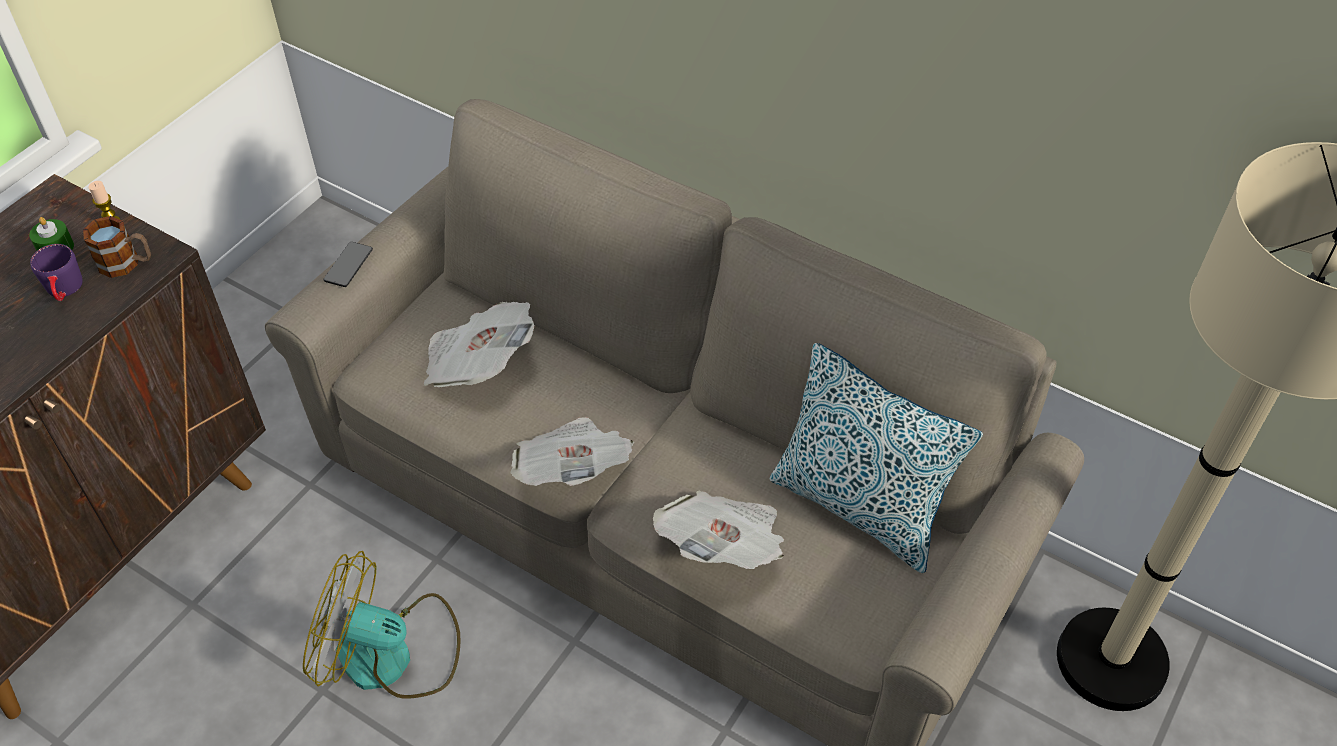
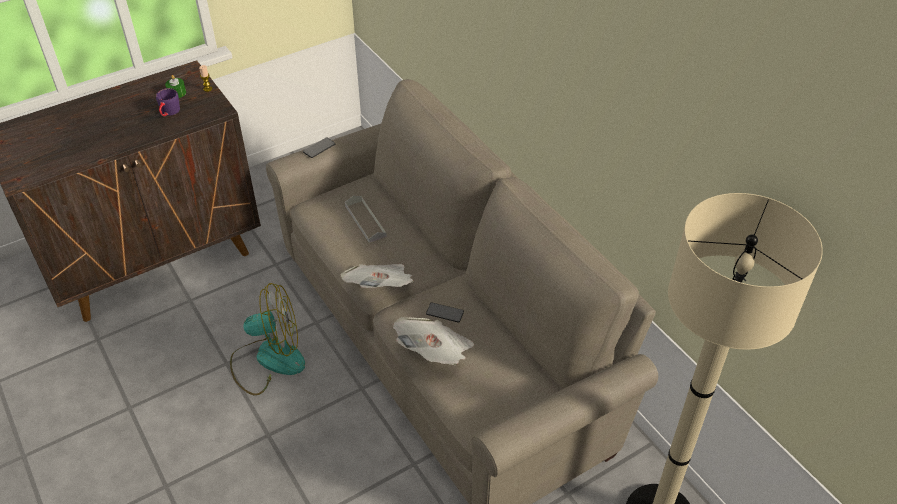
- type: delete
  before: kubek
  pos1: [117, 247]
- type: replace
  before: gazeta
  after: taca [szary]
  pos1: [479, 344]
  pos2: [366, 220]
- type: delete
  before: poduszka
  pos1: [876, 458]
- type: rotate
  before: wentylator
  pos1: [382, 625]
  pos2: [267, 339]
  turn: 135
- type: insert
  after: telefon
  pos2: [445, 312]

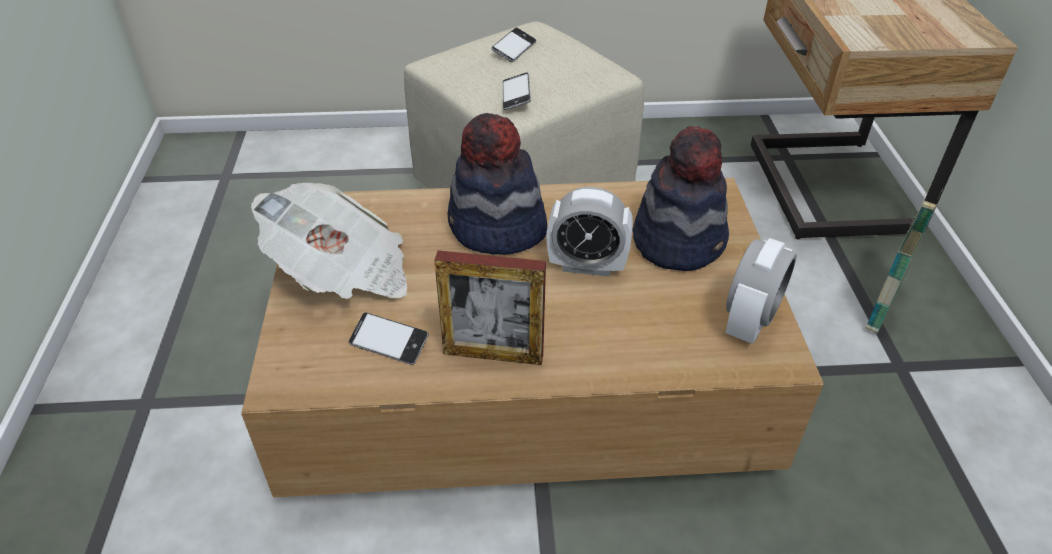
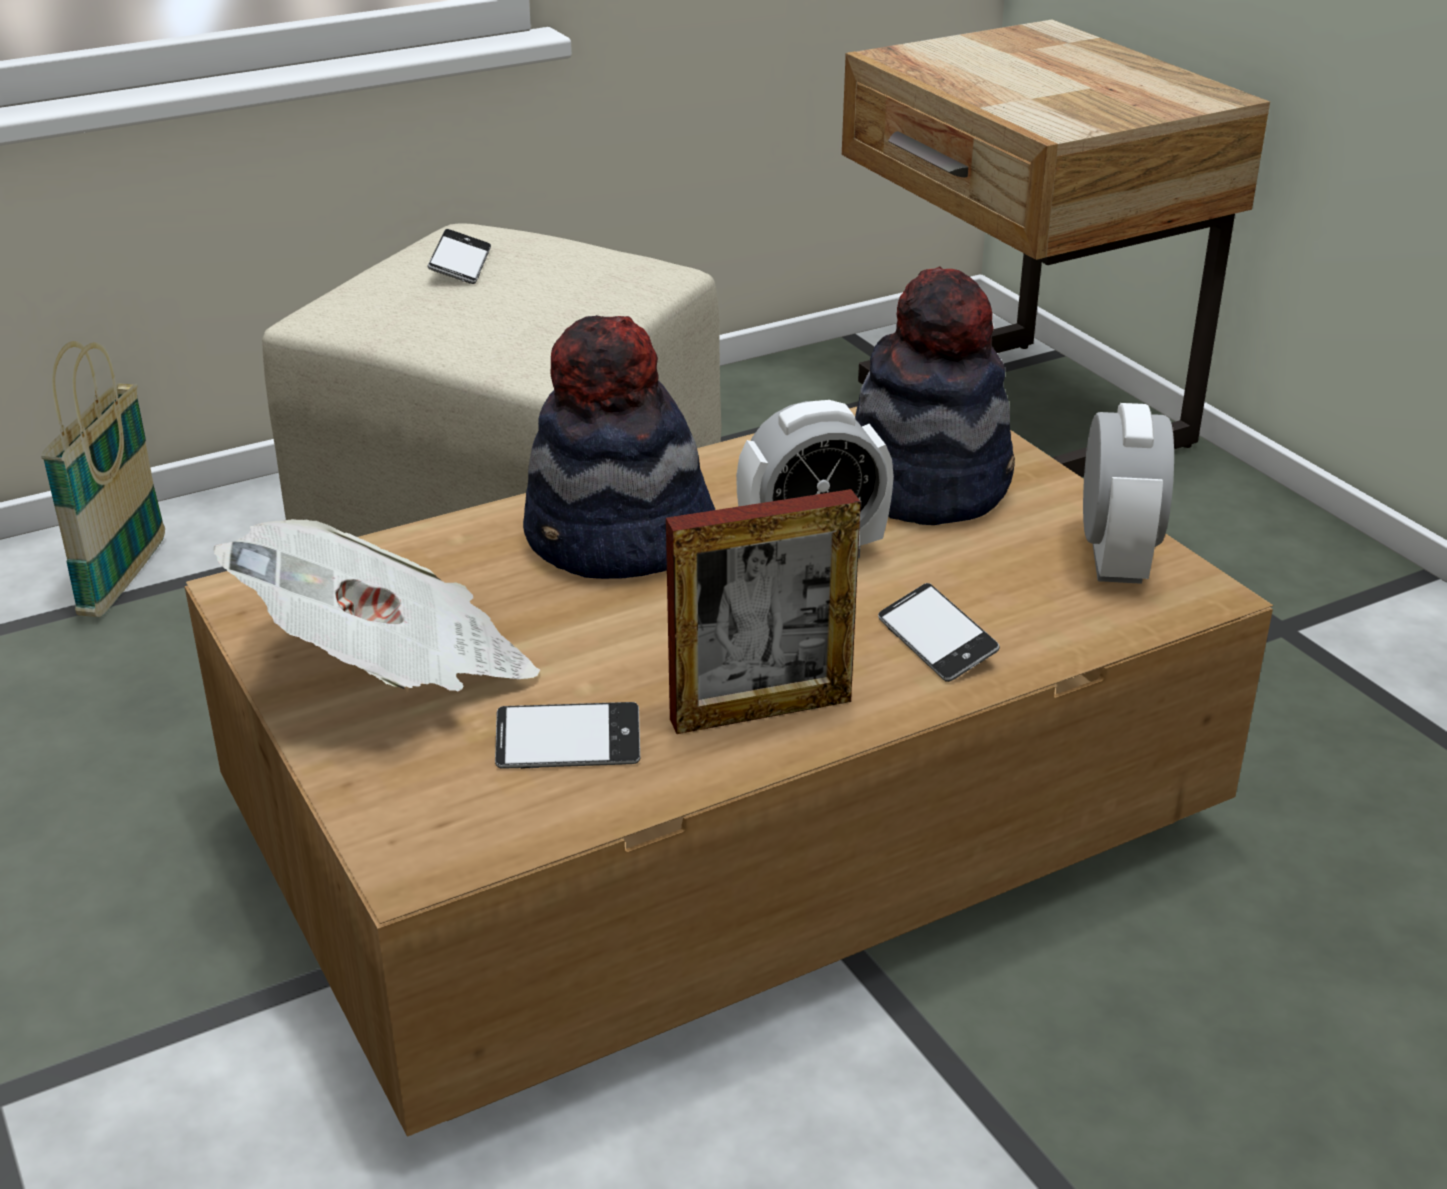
- type: move
  before: telefon
  pos1: [517, 91]
  pos2: [939, 632]
- type: move
  before: koszyk
  pos1: [904, 258]
  pos2: [103, 479]

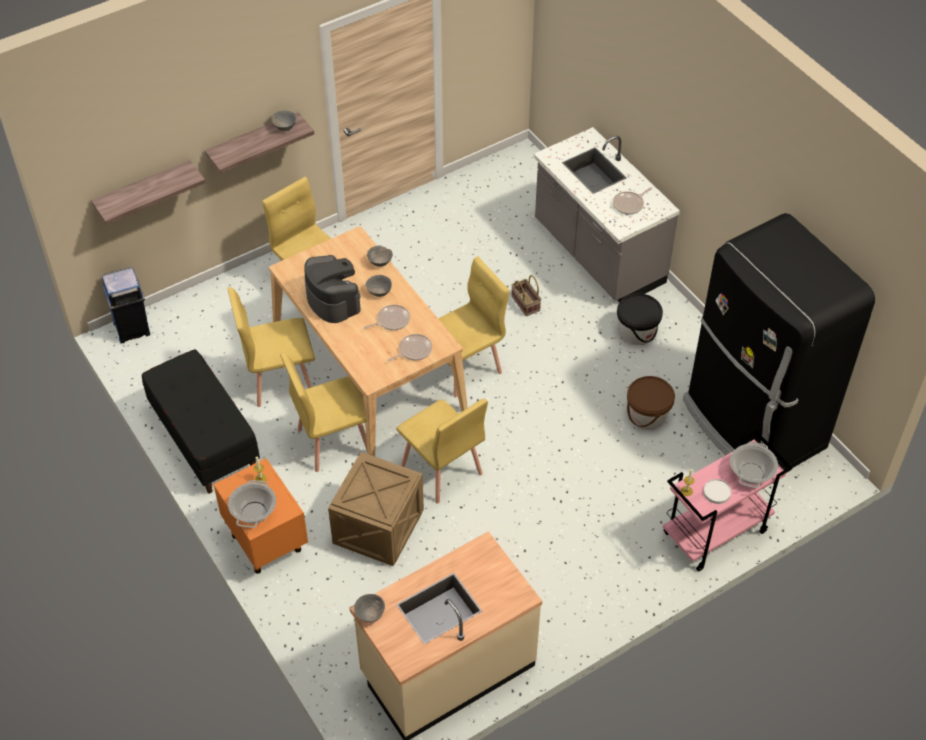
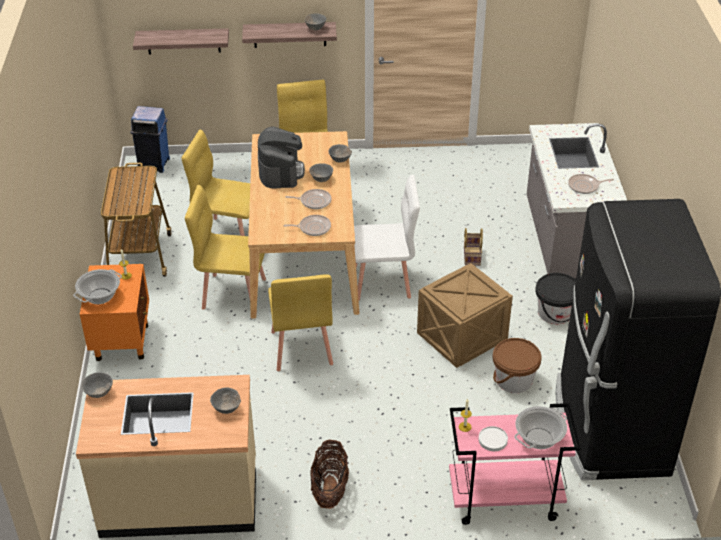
- type: recolor
  before: krzesło [żółty]
  after: krzesło [biały]
  pos1: [474, 326]
  pos2: [387, 237]
- type: replace
  before: ławka [czarny]
  after: wózek
  pos1: [201, 421]
  pos2: [136, 220]
- type: move
  before: skrzynka
  pos1: [376, 509]
  pos2: [465, 315]
- type: insert
  after: miska [szary]
  pos2: [225, 401]
- type: insert
  after: koszyk
  pos2: [329, 474]

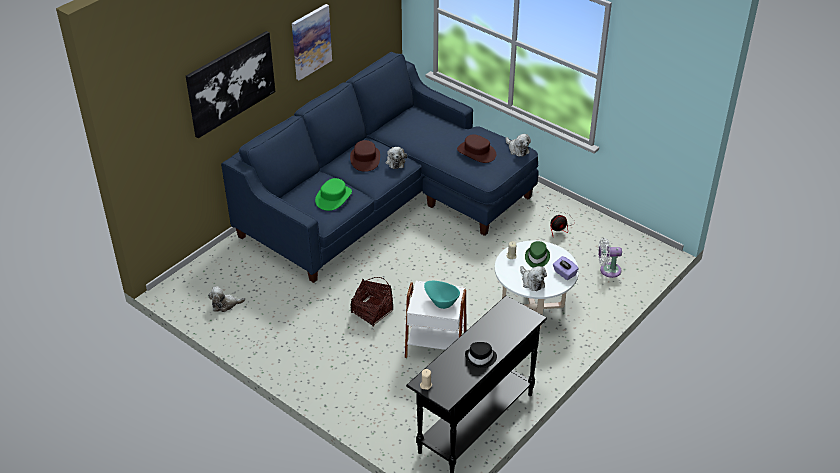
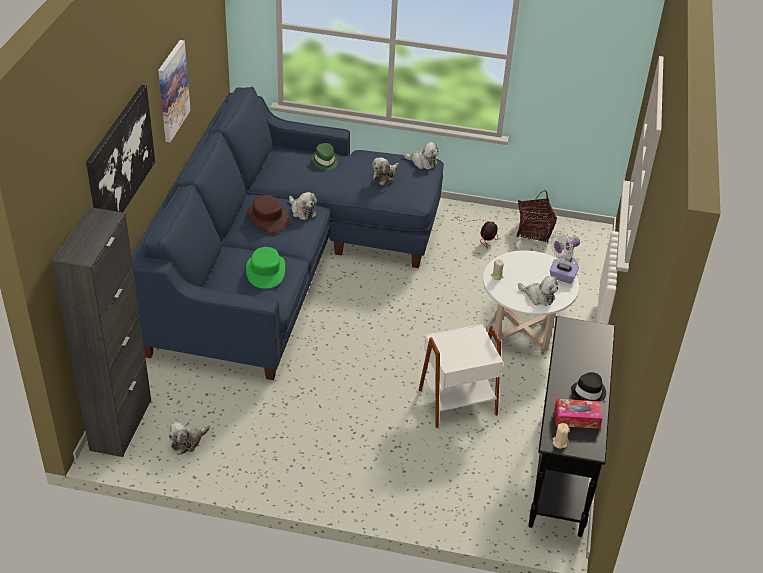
- type: replace
  before: kapelusz [brązowy]
  after: pluszak
  pos1: [476, 148]
  pos2: [385, 171]
- type: move
  before: kapelusz [zielony]
  pos1: [537, 254]
  pos2: [325, 156]
- type: move
  before: koszyk
  pos1: [371, 302]
  pos2: [537, 216]
- type: delete
  before: miska [turkusowy]
  pos1: [442, 295]
- type: insert
  after: szafka [czarny]
  pos2: [101, 332]
- type: insert
  after: pudełko chusteczek
  pos2: [578, 414]

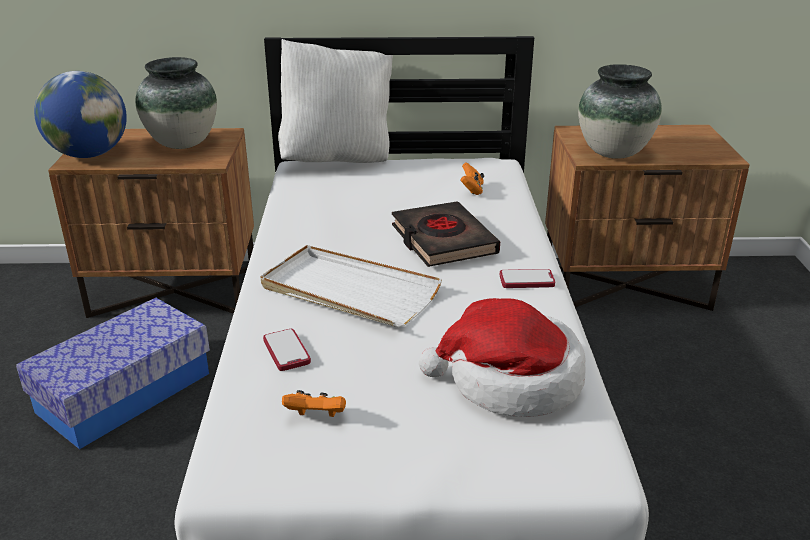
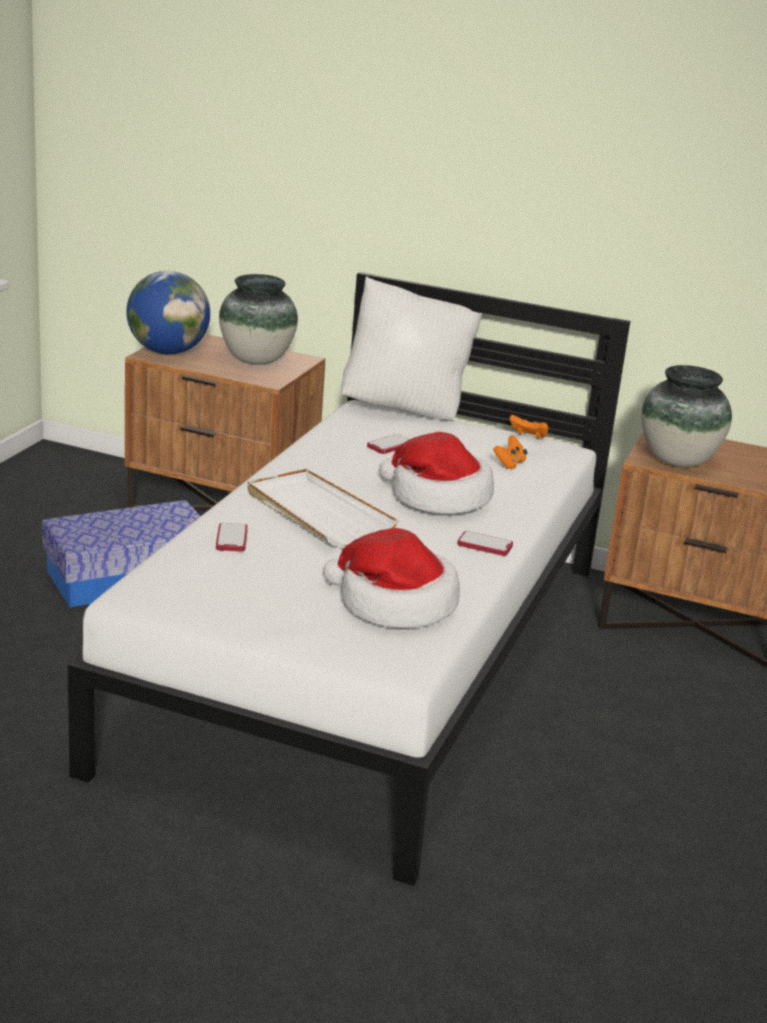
- type: replace
  before: książka [czarny]
  after: kapelusz
  pos1: [446, 234]
  pos2: [436, 473]
- type: move
  before: pad do gier [pomarańczowy]
  pos1: [314, 403]
  pos2: [528, 426]
- type: insert
  after: telefon
  pos2: [388, 444]

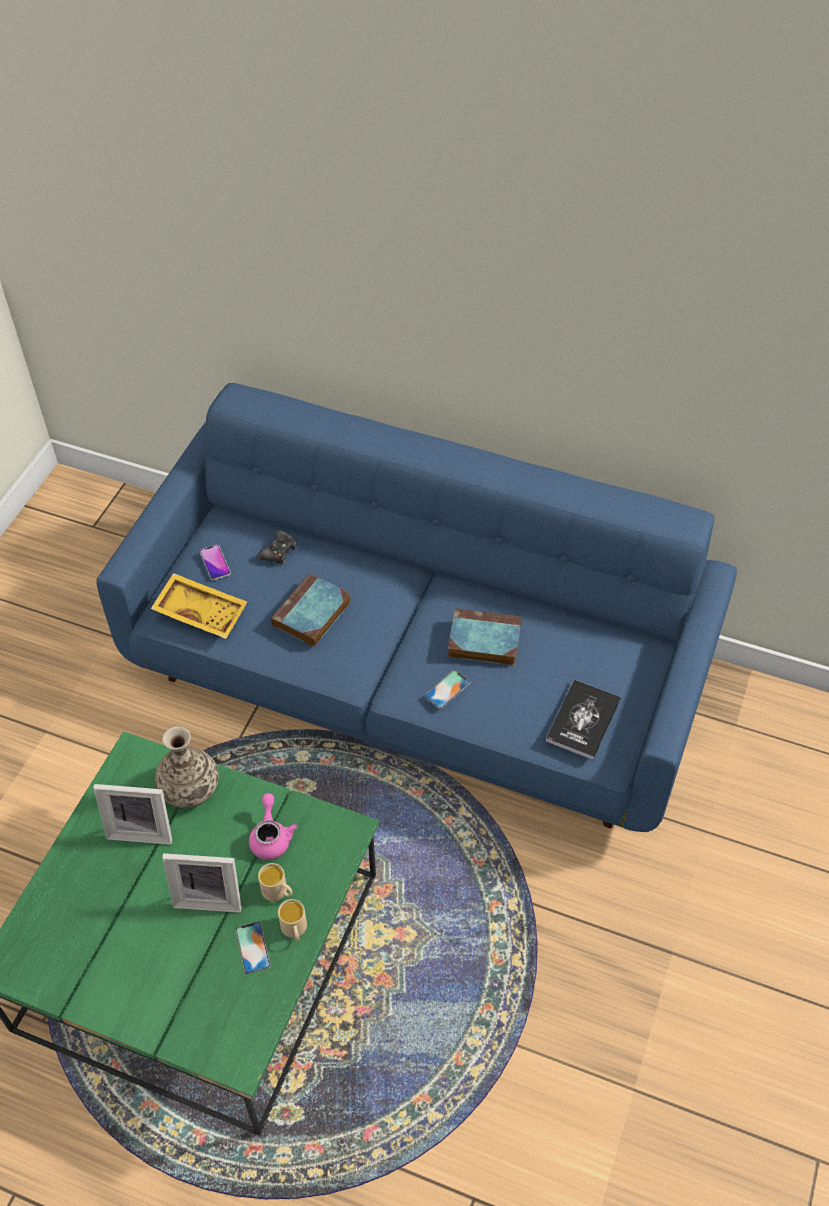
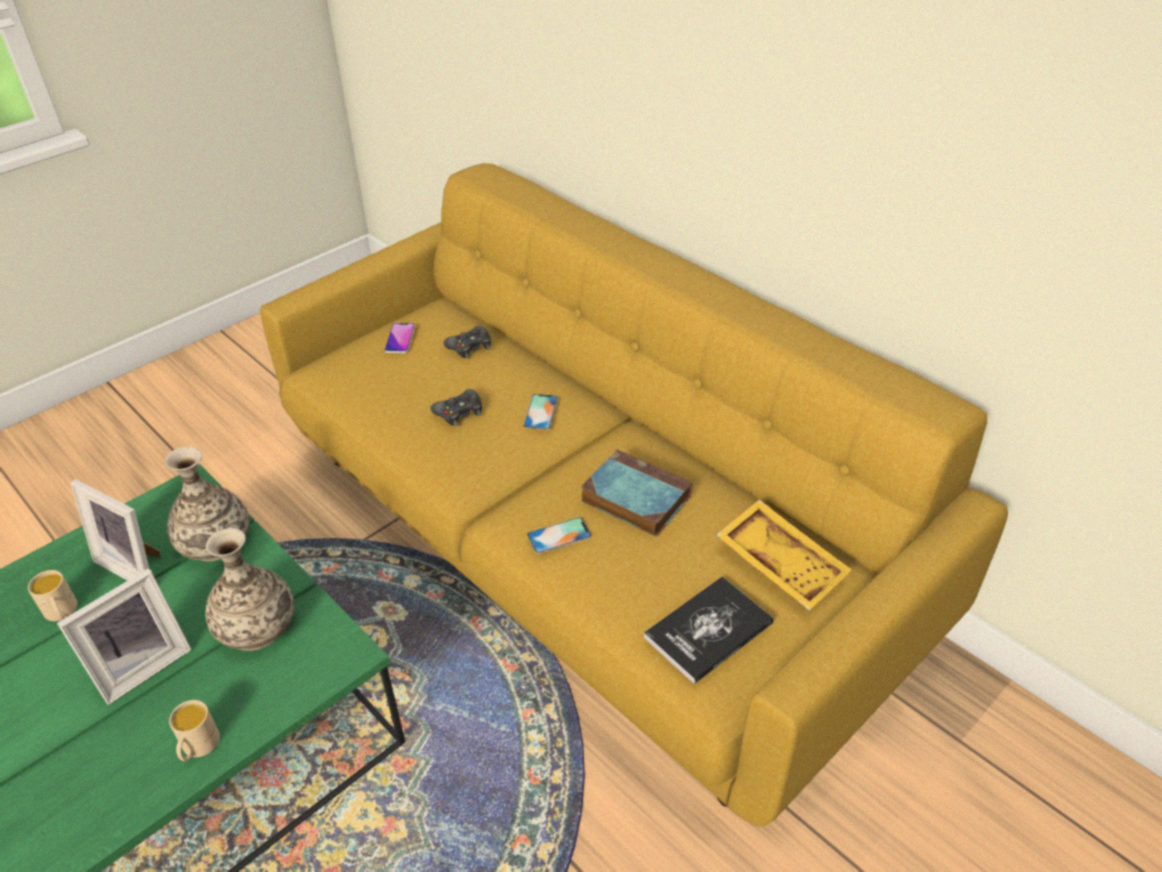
- type: recolor
  before: kanapa [niebieski]
  after: kanapa [żółty]
  pos1: [416, 607]
  pos2: [634, 495]
- type: move
  before: taca [żółty]
  pos1: [199, 606]
  pos2: [784, 555]
- type: replace
  before: książka
  after: pad do gier [czarny]
  pos1: [311, 610]
  pos2: [456, 407]
- type: replace
  before: imbryk [różowy]
  after: wazon
  pos1: [273, 826]
  pos2: [249, 589]
- type: rotate
  before: ramka na zdjęcie
  pos1: [202, 883]
  pos2: [124, 636]
  turn: -75
- type: move
  before: kubek [beżowy]
  pos1: [275, 882]
  pos2: [53, 595]
- type: move
  before: telefon
  pos1: [253, 947]
  pos2: [540, 412]

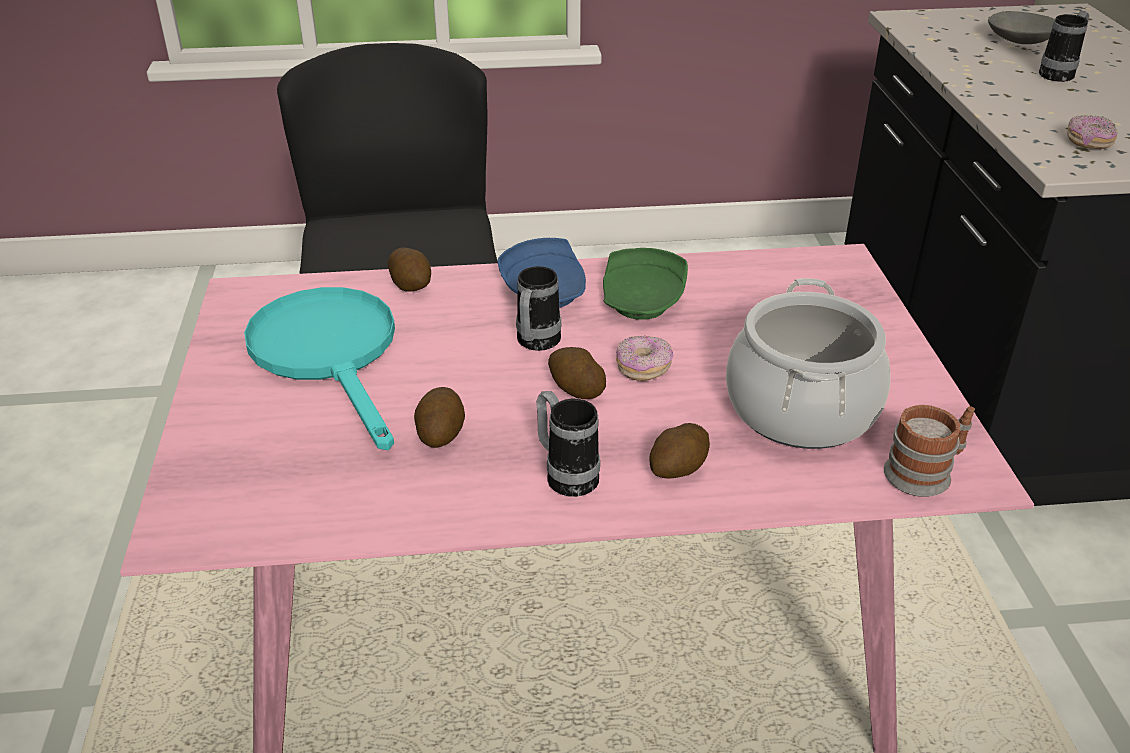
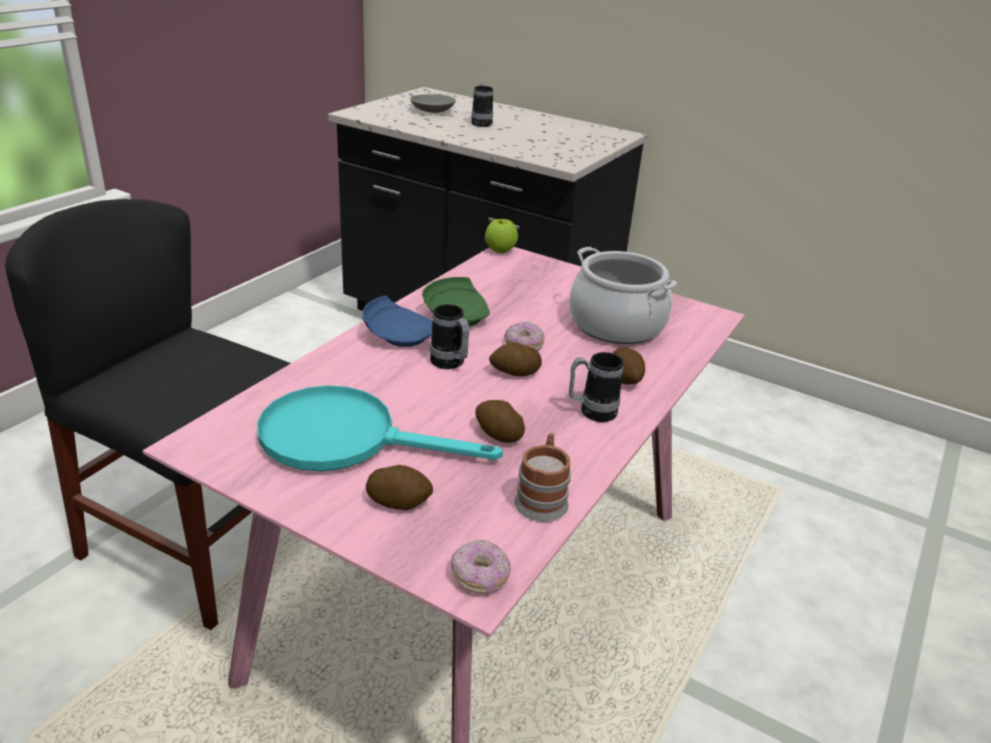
- type: move
  before: donut
  pos1: [1092, 132]
  pos2: [481, 567]
- type: move
  before: ziemniak
  pos1: [409, 269]
  pos2: [399, 487]
- type: move
  before: kubek
  pos1: [929, 451]
  pos2: [542, 477]
- type: insert
  after: jabłko
  pos2: [501, 236]

